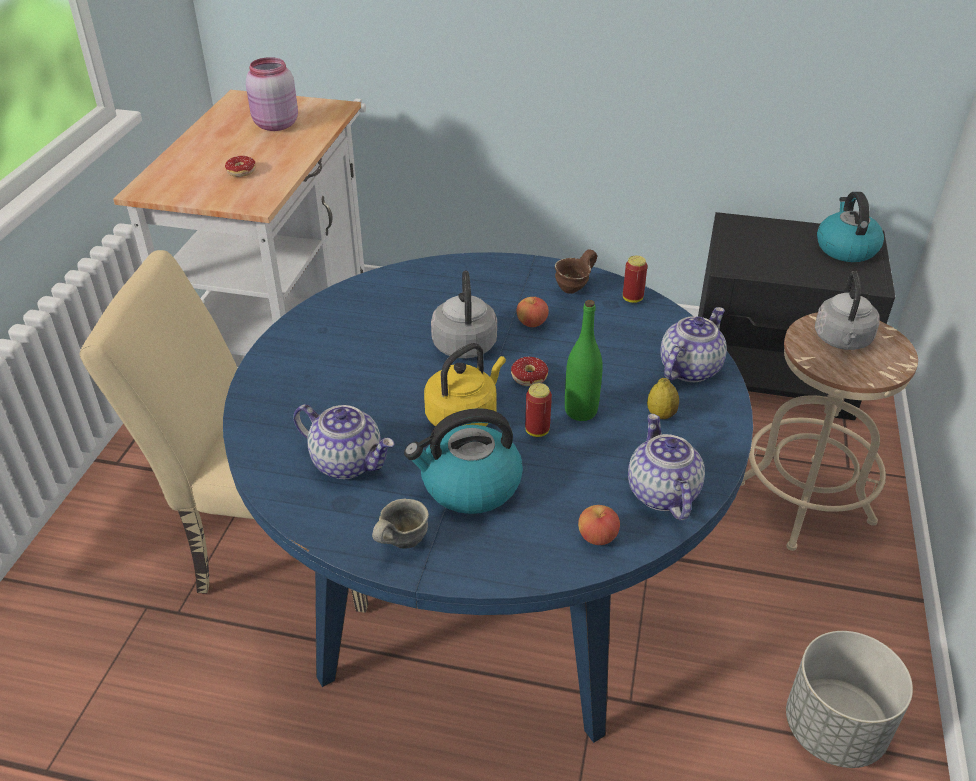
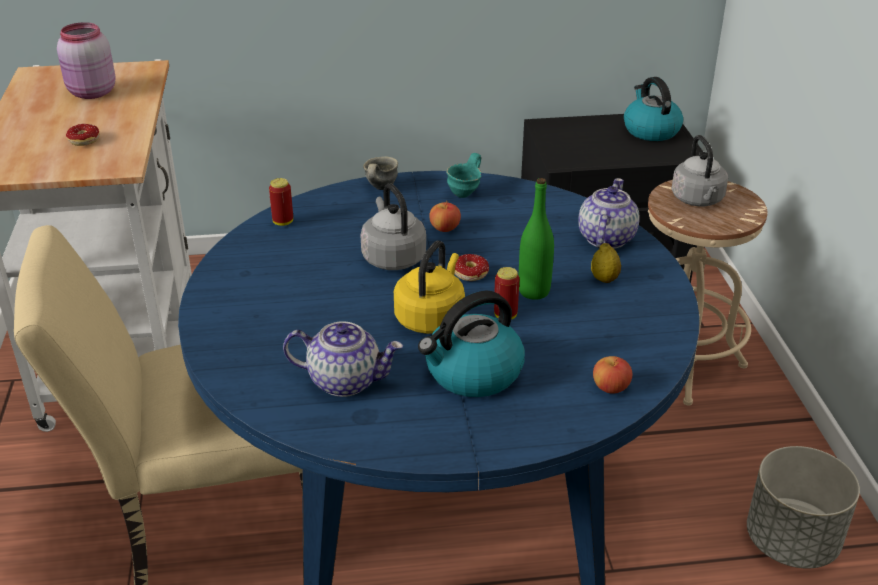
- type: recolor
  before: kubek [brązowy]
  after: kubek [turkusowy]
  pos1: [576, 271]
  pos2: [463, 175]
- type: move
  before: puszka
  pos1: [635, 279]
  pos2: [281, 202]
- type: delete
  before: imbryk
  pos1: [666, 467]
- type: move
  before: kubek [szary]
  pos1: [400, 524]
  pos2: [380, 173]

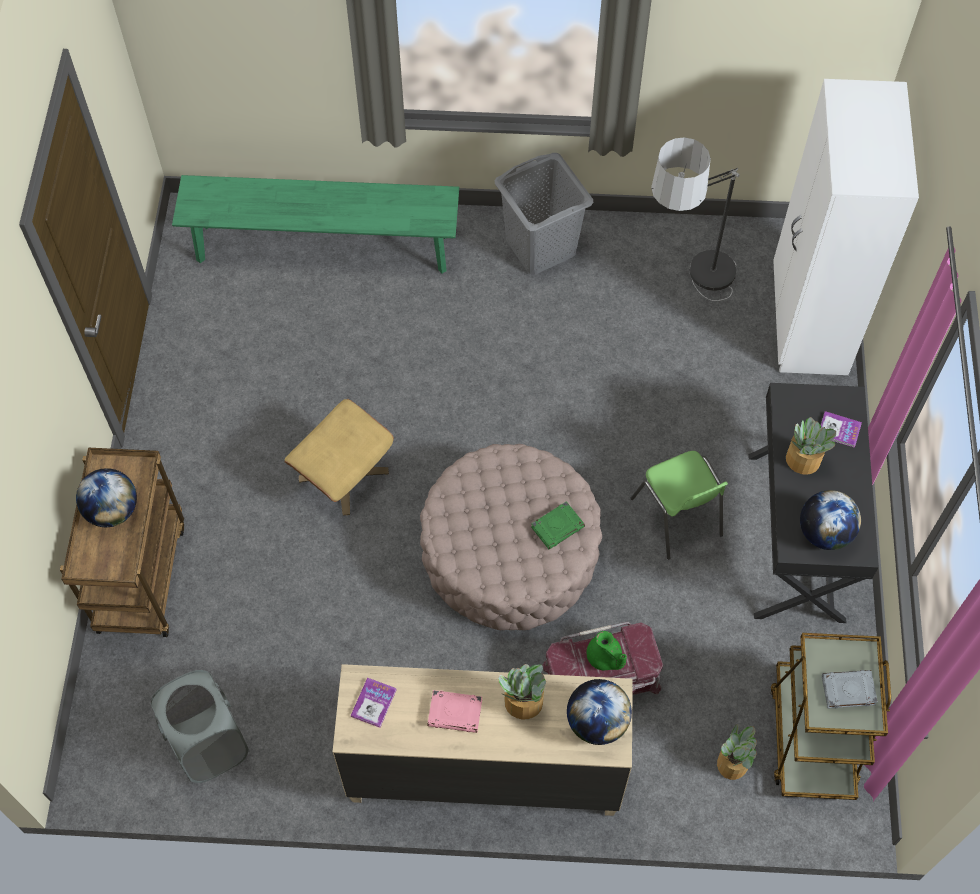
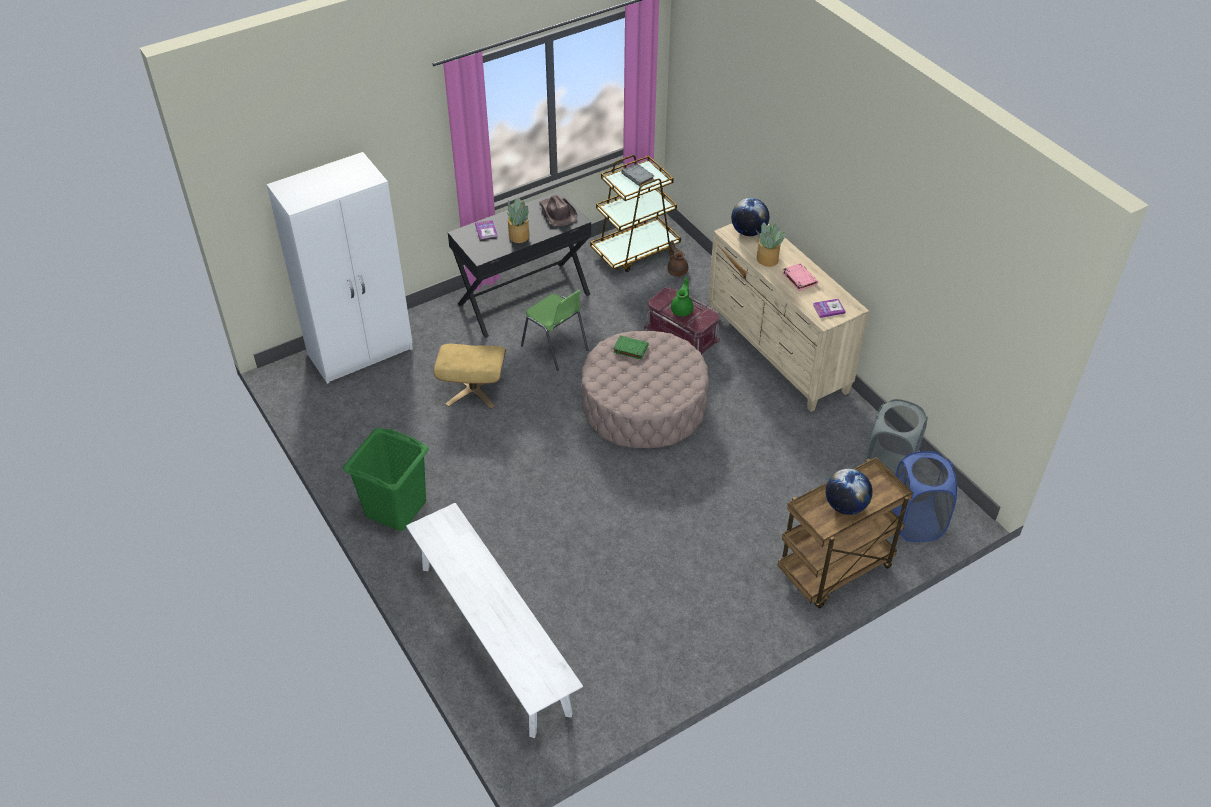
- type: delete
  before: lampa stojąca
  pos1: [695, 219]
- type: recolor
  before: kosz na pranie [szary]
  after: kosz na pranie [zielony]
  pos1: [544, 213]
  pos2: [386, 479]
- type: recolor
  before: ławka [zielony]
  after: ławka [biały]
  pos1: [315, 224]
  pos2: [494, 620]
- type: move
  before: pufa [beżowy]
  pos1: [339, 457]
  pos2: [470, 376]
- type: rotate
  before: krzesło [zielony]
  pos1: [679, 505]
  pos2: [555, 330]
  turn: 105
- type: replace
  before: globus
  after: kapelusz [brązowy]
  pos1: [830, 520]
  pos2: [558, 210]
- type: replace
  before: roślina doniczkowa
  after: imbryk [brązowy]
  pos1: [737, 752]
  pos2: [677, 258]
- type: insert
  after: kosz na pranie [niebieski]
  pos2: [924, 496]

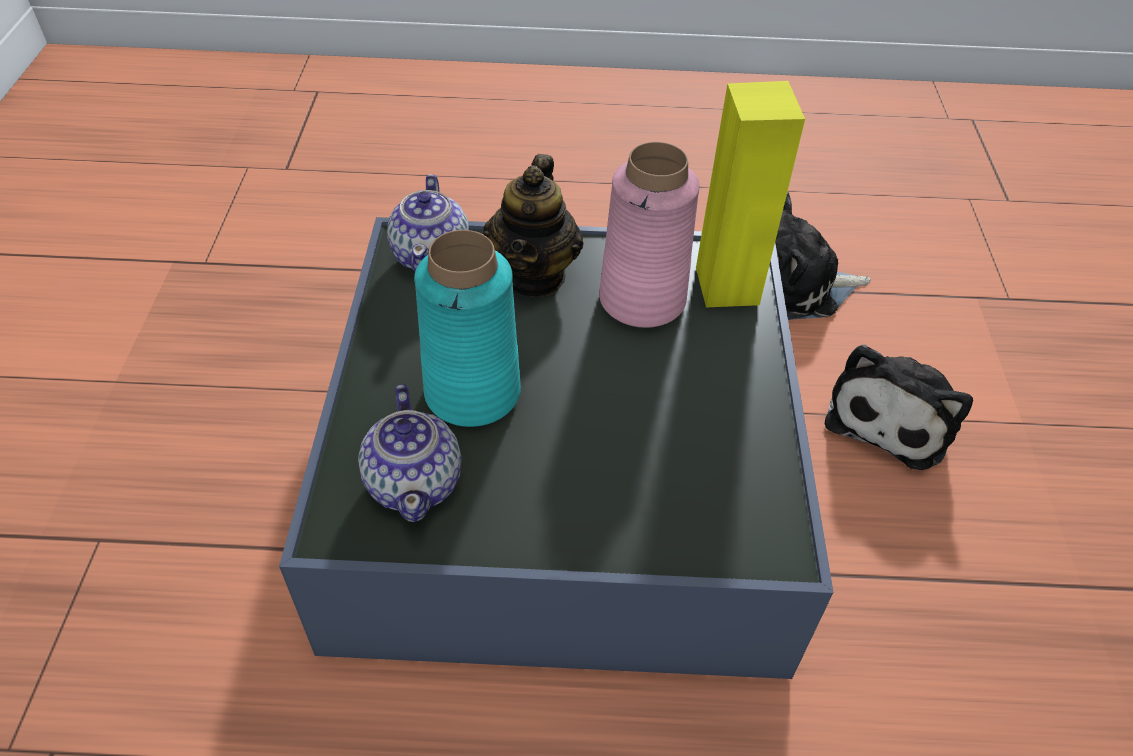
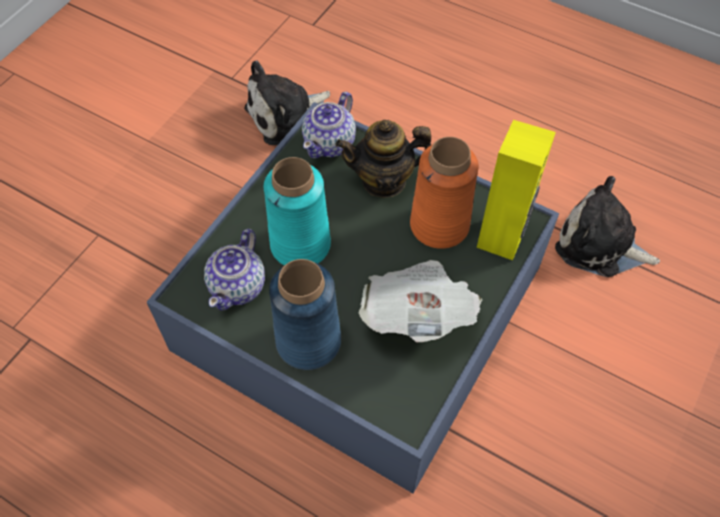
- type: recolor
  before: wazon [różowy]
  after: wazon [pomarańczowy]
  pos1: [649, 235]
  pos2: [444, 193]
- type: rotate
  before: imbryk
  pos1: [533, 225]
  pos2: [383, 159]
  turn: 45
- type: move
  before: pluszak
  pos1: [899, 407]
  pos2: [287, 102]
- type: insert
  after: wazon [niebieski]
  pos2: [305, 314]
- type: insert
  after: gazeta
  pos2: [420, 301]

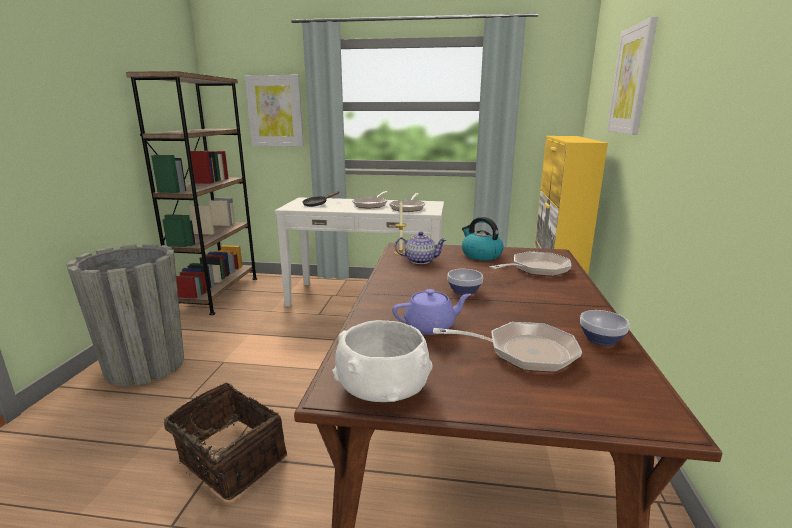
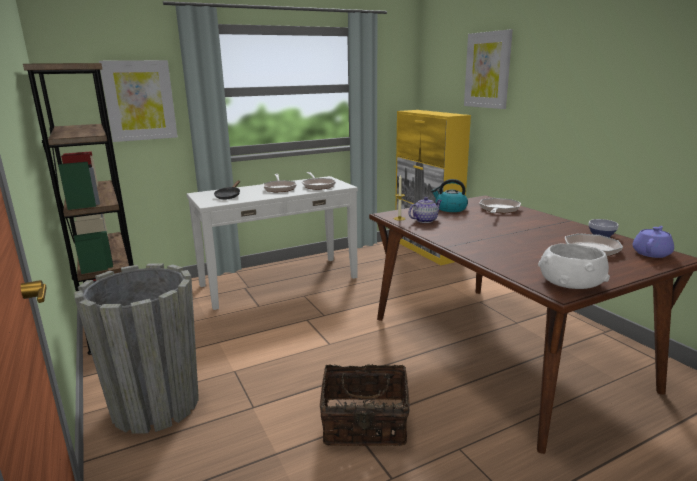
- type: delete
  before: miska
  pos1: [465, 282]
- type: move
  before: imbryk [fioletowy]
  pos1: [431, 312]
  pos2: [653, 242]

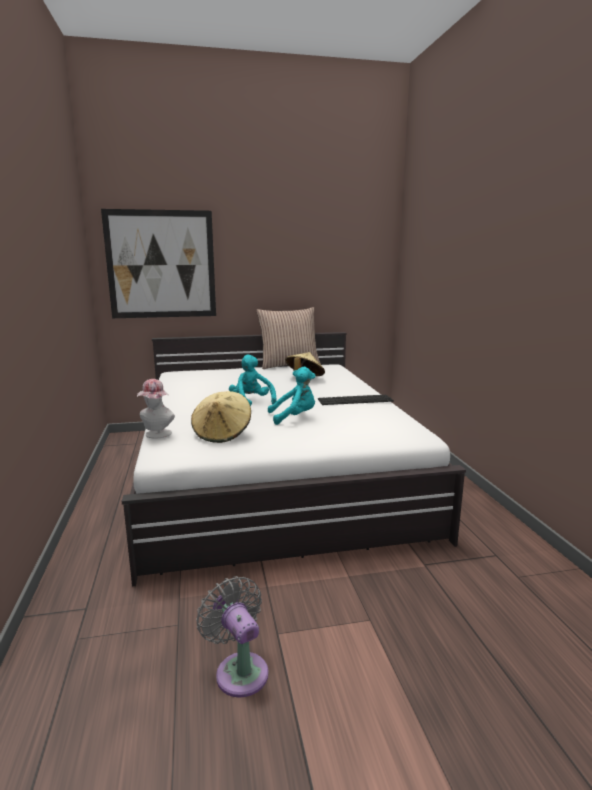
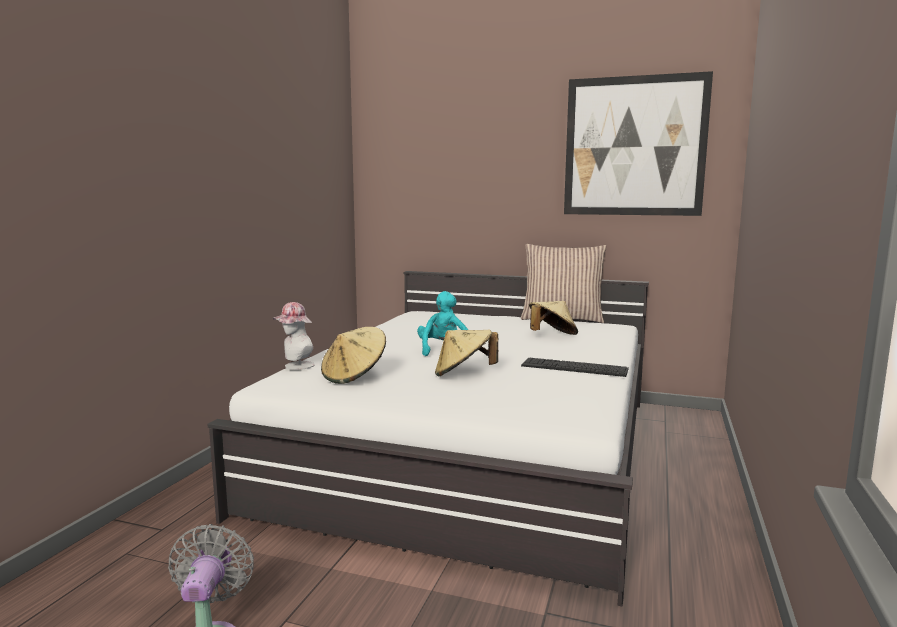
- type: move
  before: obraz
  pos1: [158, 263]
  pos2: [638, 143]
- type: replace
  before: pluszak [turkusowy]
  after: kapelusz [beżowy]
  pos1: [292, 396]
  pos2: [466, 353]

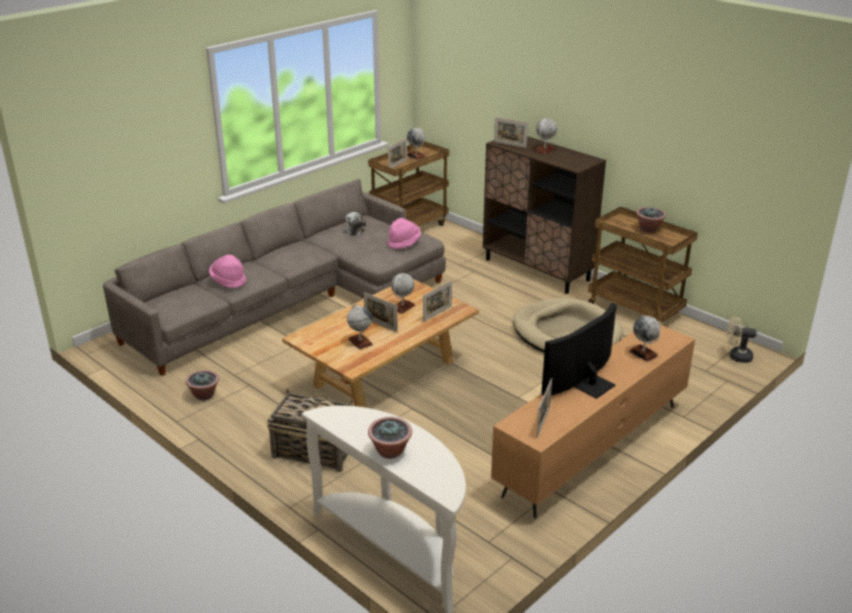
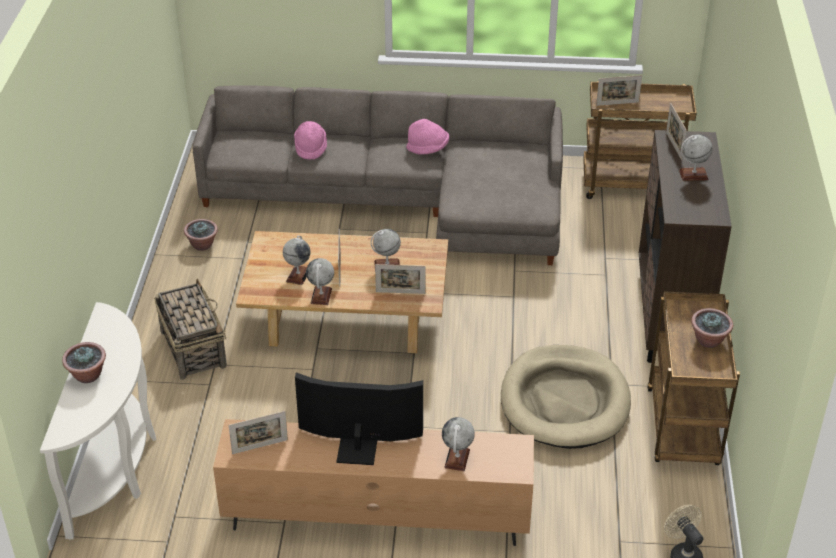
- type: move
  before: globus
  pos1: [416, 144]
  pos2: [320, 281]
- type: delete
  before: pluszak
  pos1: [355, 223]
- type: move
  before: kapelusz [różowy]
  pos1: [404, 233]
  pos2: [428, 137]

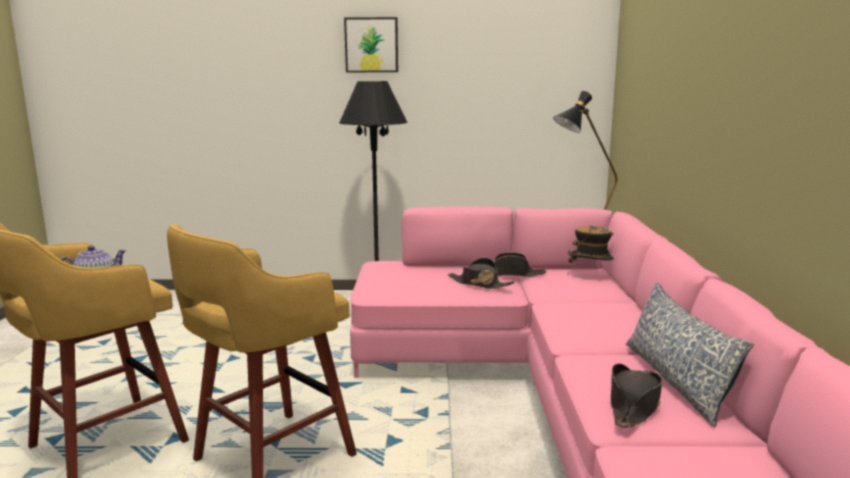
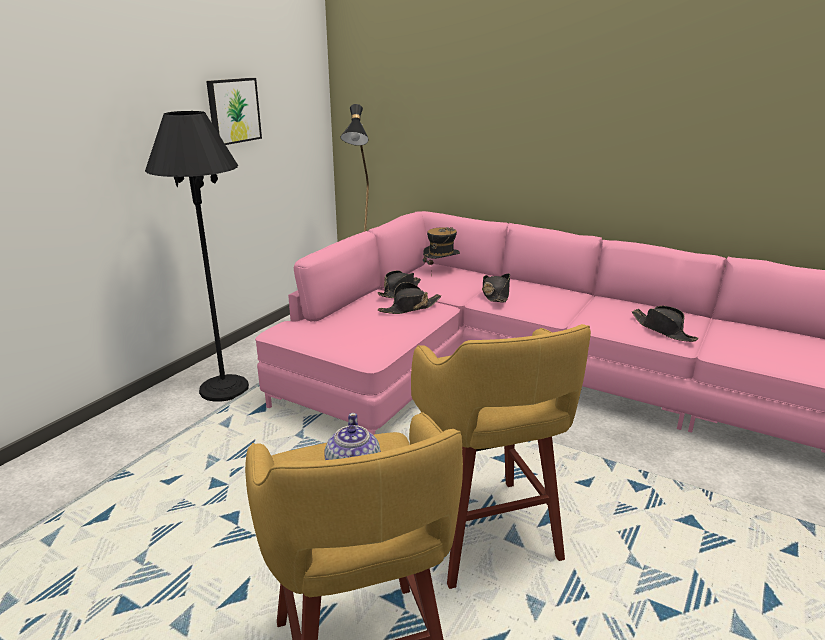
- type: move
  before: obraz
  pos1: [371, 44]
  pos2: [234, 111]
- type: delete
  before: poduszka
  pos1: [690, 354]
- type: insert
  after: kapelusz [czarny]
  pos2: [496, 287]

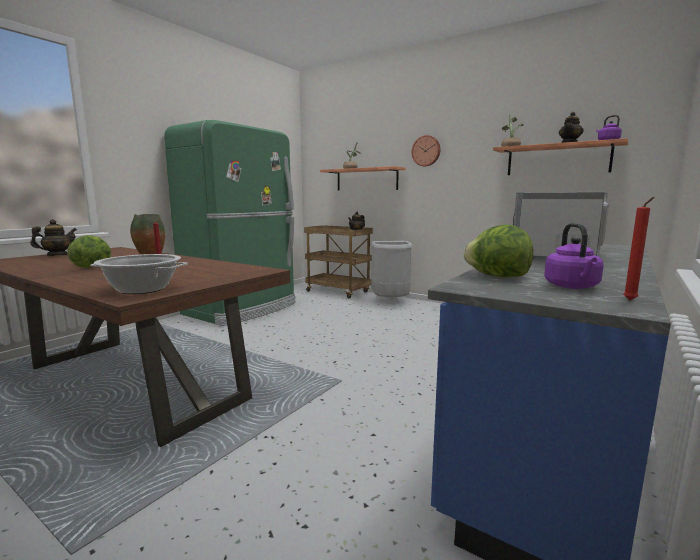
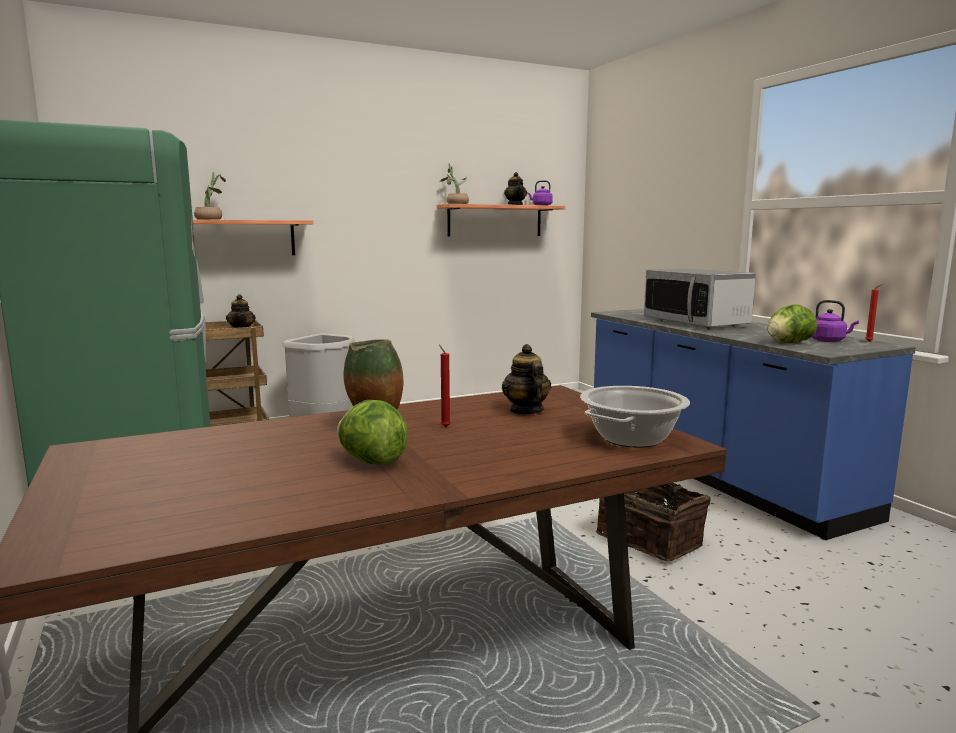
- type: delete
  before: zegar ścienny
  pos1: [426, 150]
- type: move
  before: imbryk
  pos1: [53, 237]
  pos2: [526, 379]
- type: insert
  after: koszyk
  pos2: [653, 522]

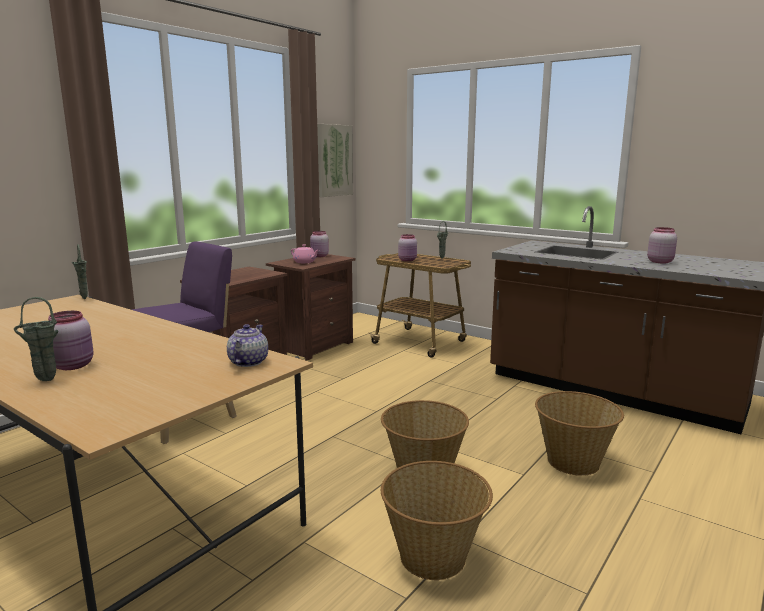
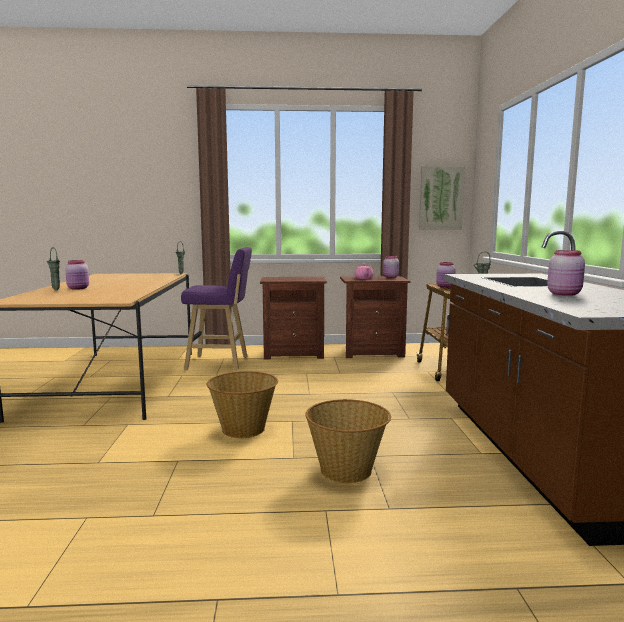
- type: delete
  before: imbryk
  pos1: [247, 345]
- type: delete
  before: koszyk
  pos1: [437, 520]

